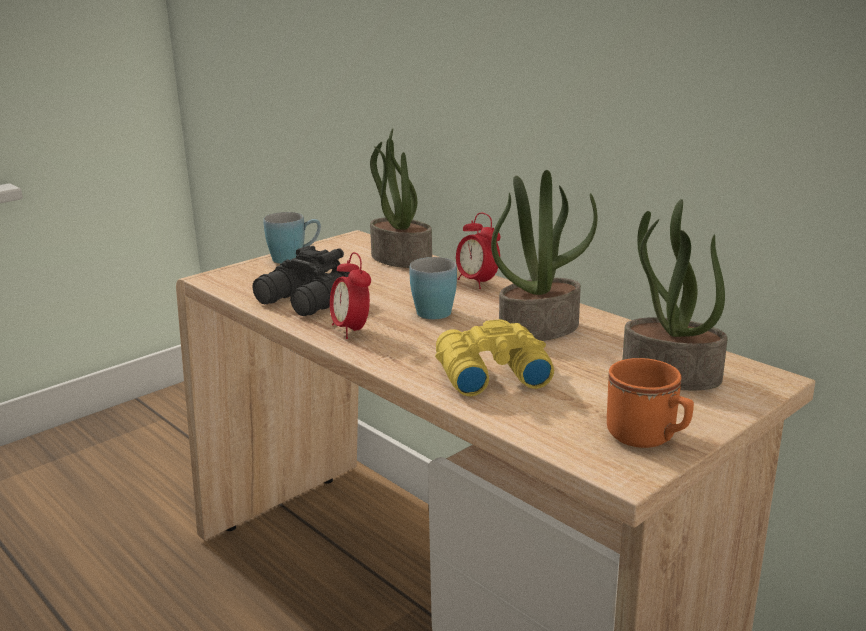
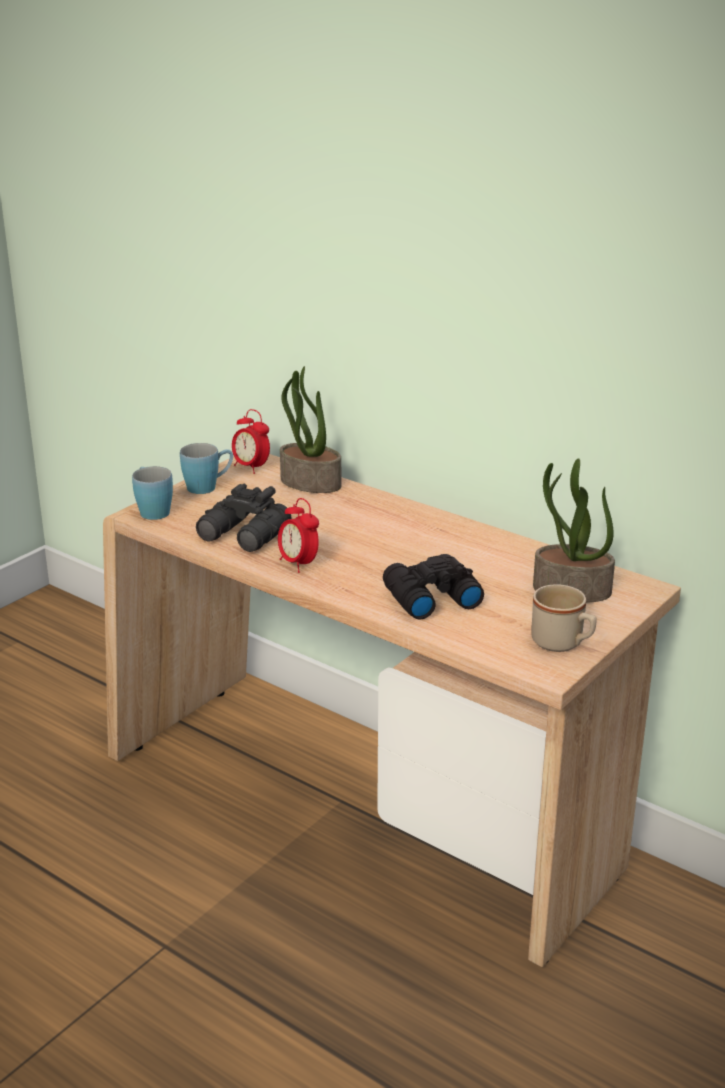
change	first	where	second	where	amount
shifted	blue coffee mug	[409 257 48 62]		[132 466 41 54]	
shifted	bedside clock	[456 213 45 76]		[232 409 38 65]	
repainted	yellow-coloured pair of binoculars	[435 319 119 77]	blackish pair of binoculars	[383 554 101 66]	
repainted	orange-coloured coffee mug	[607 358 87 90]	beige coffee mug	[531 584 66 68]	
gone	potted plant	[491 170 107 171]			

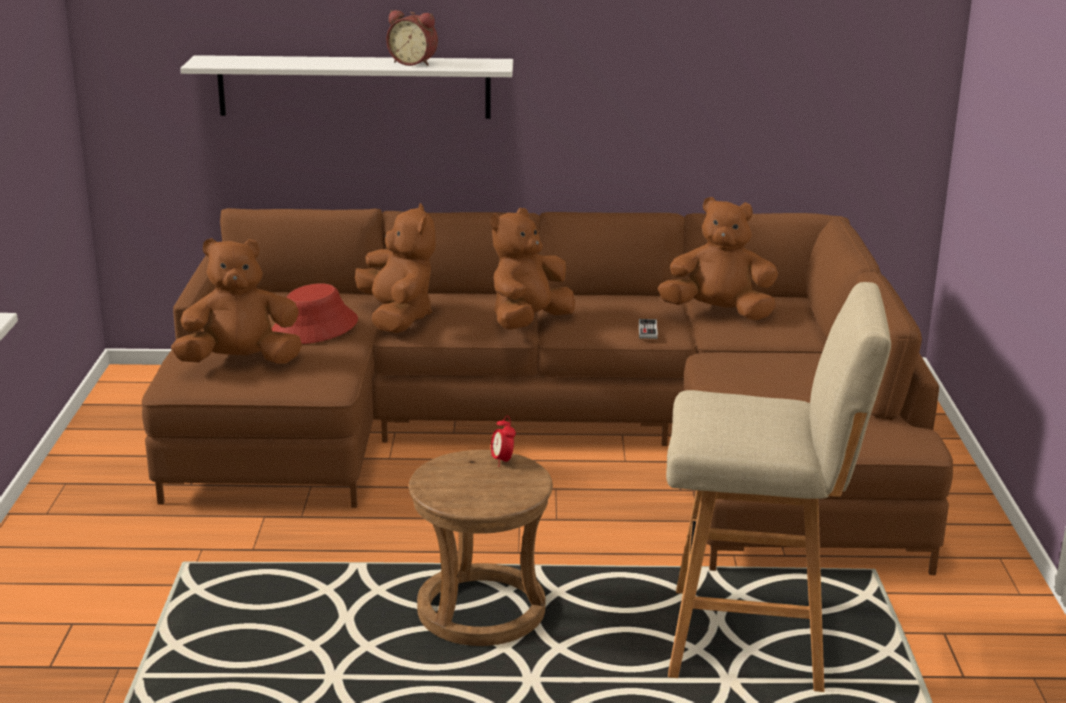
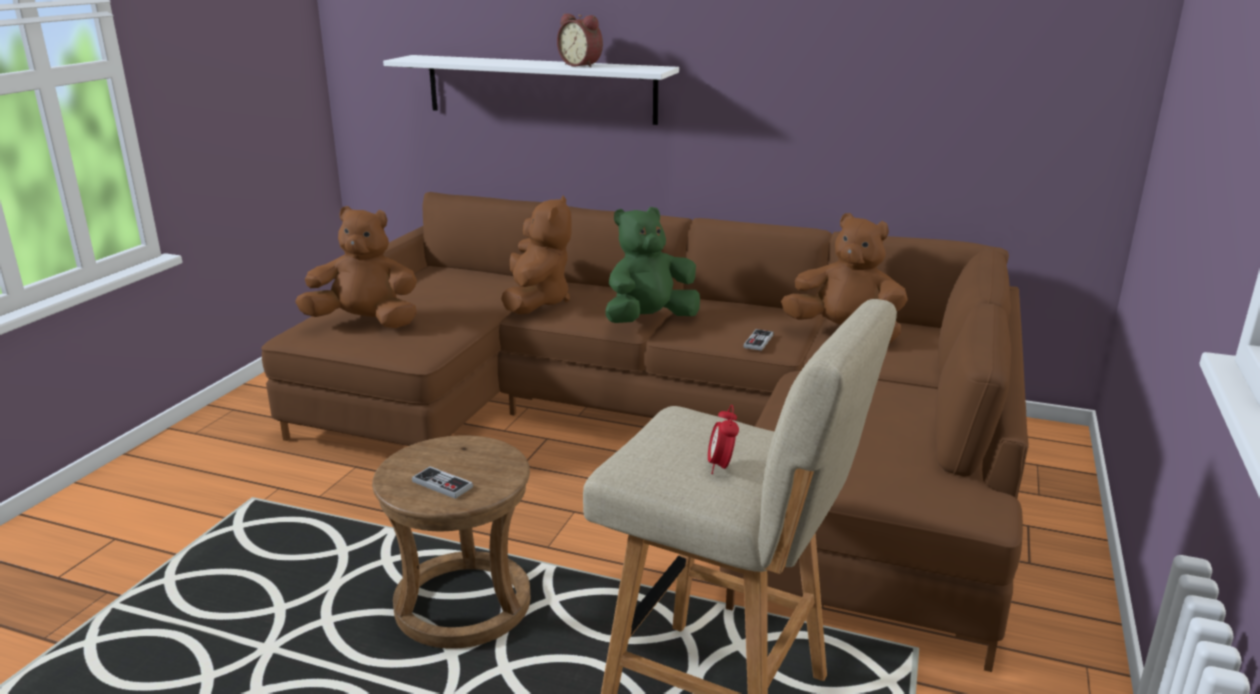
change	first	where	second	where	amount
new			gamepad	[412 466 61 33]	
repainted	brown-coloured plush toy	[490 208 85 122]	green-coloured plush toy	[606 207 94 116]	
shifted	bedside clock	[491 415 25 52]		[708 405 31 69]	
gone	red wearable hat	[272 283 86 61]			

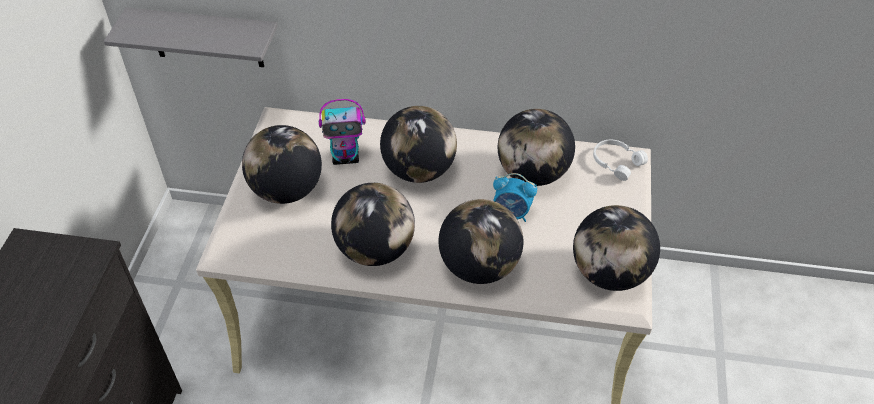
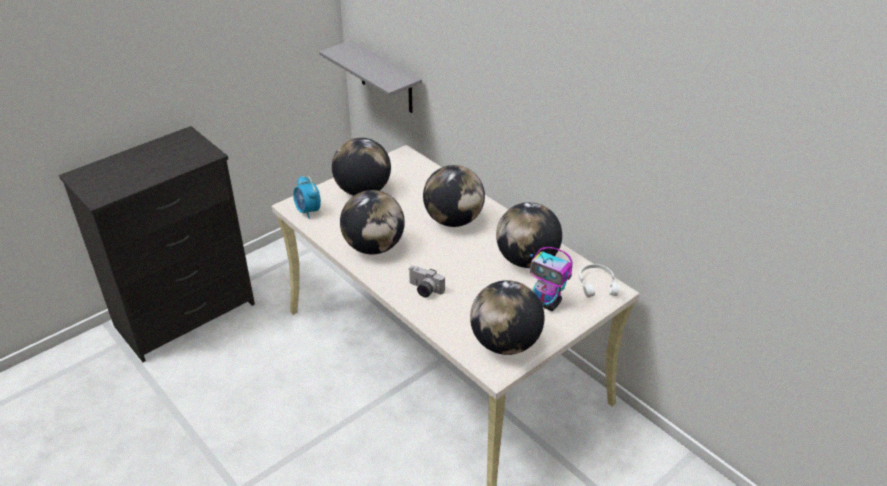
change	first	where	second	where	amount
shifted	bedside clock	[493 173 44 49]		[293 176 28 43]	
swapped	desk globe	[438 199 85 85]	photo camera	[409 266 36 32]	
shifted	robot figure	[319 99 47 66]		[530 247 43 64]	

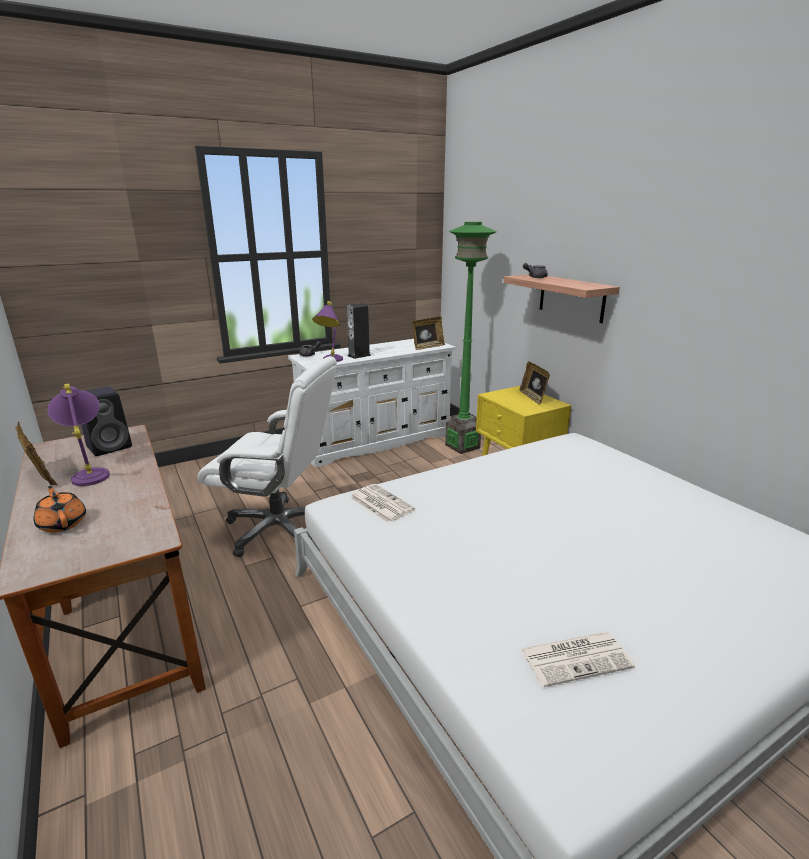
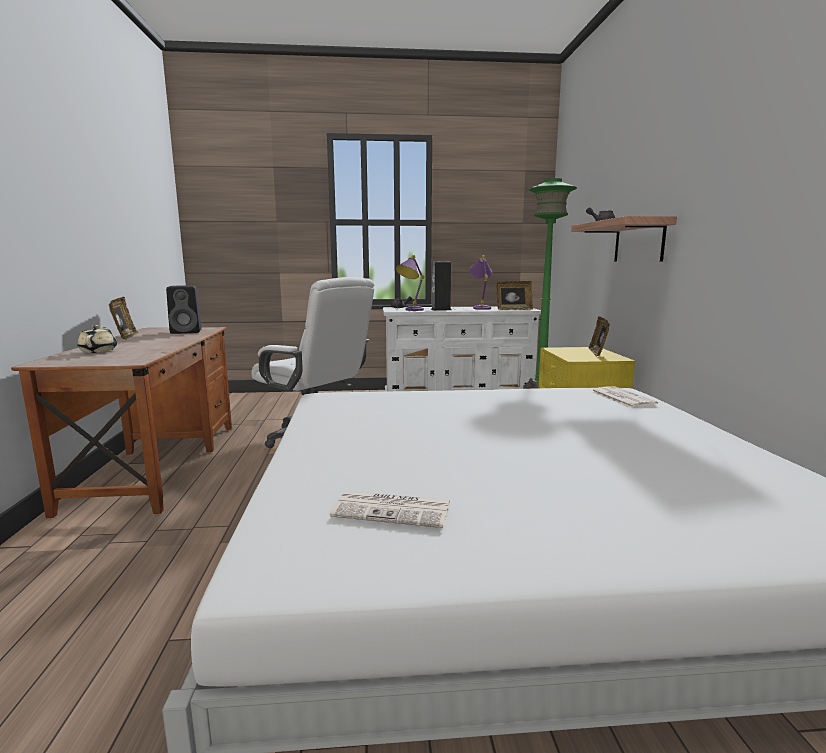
change	first	where	second	where	amount
repainted	orange-coloured pot for tea	[34 486 52 46]	beige pot for tea	[77 325 40 28]	
shifted	purplish tabletop lamp	[47 384 63 102]		[469 255 23 55]	
shifted	daily paper	[350 484 65 39]		[592 386 66 22]	

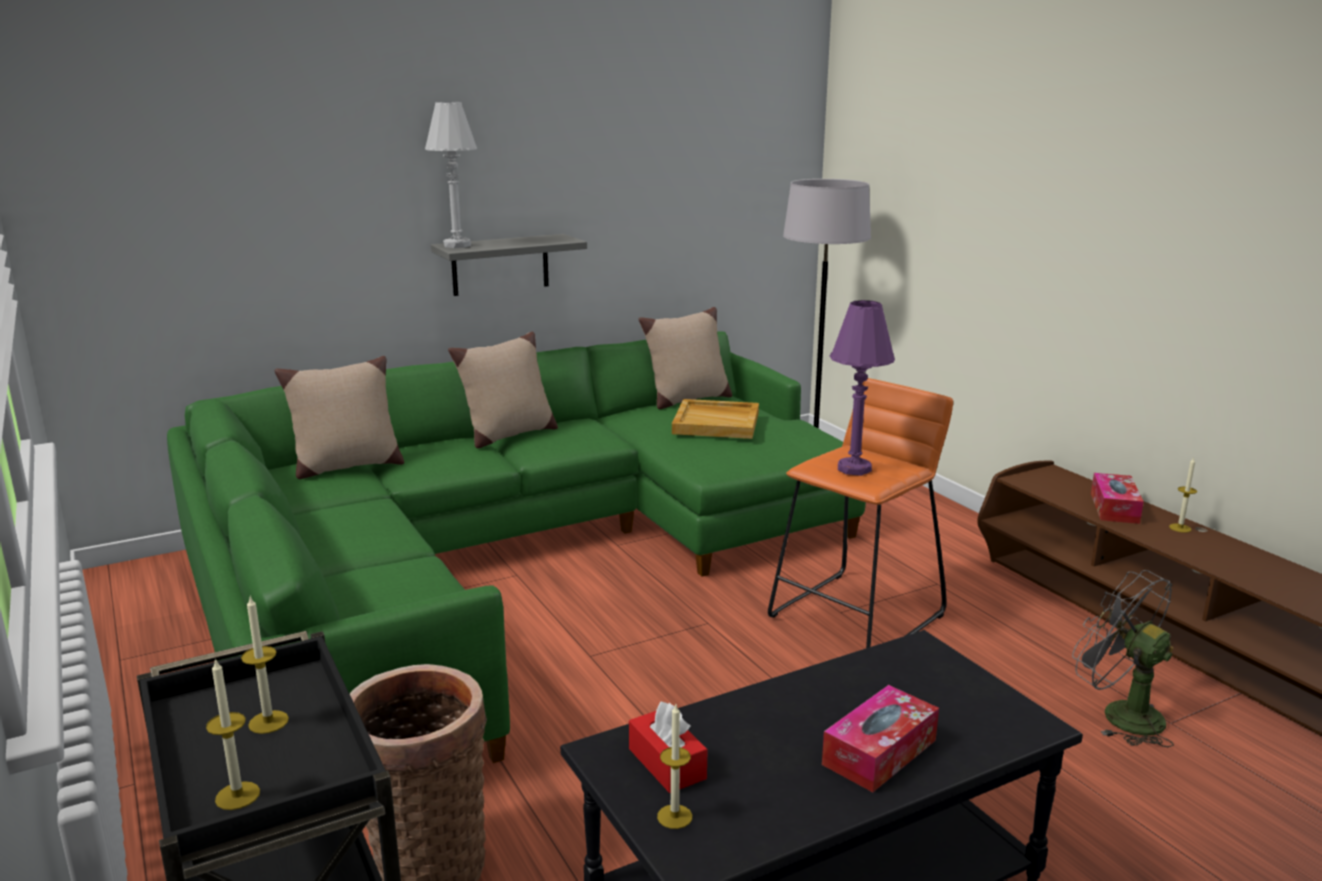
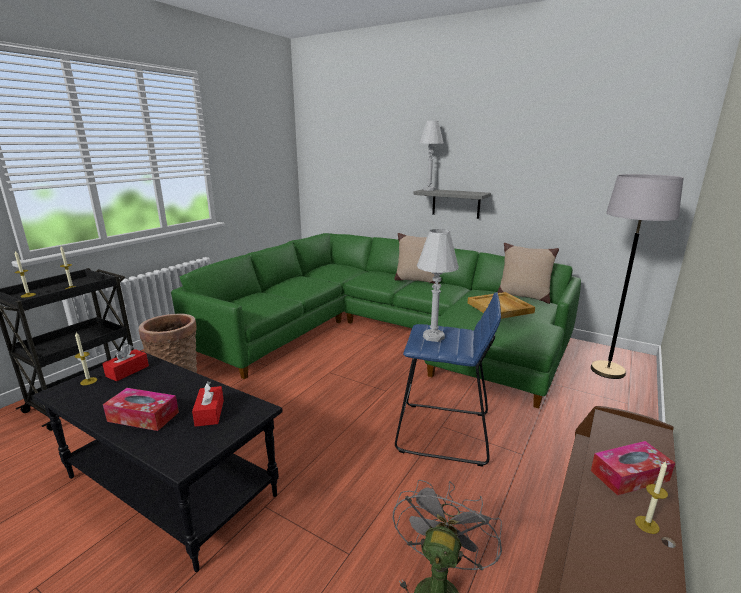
change	first	where	second	where	amount
new			red tissue holder	[192 382 32 45]	
repainted	orange-coloured stool seat	[768 378 185 270]	blue stool seat	[395 292 106 175]	
repainted	purplish tabletop lamp	[830 300 65 176]	whitish tabletop lamp	[417 229 42 113]	
gone	beige pillow	[274 356 130 123]			

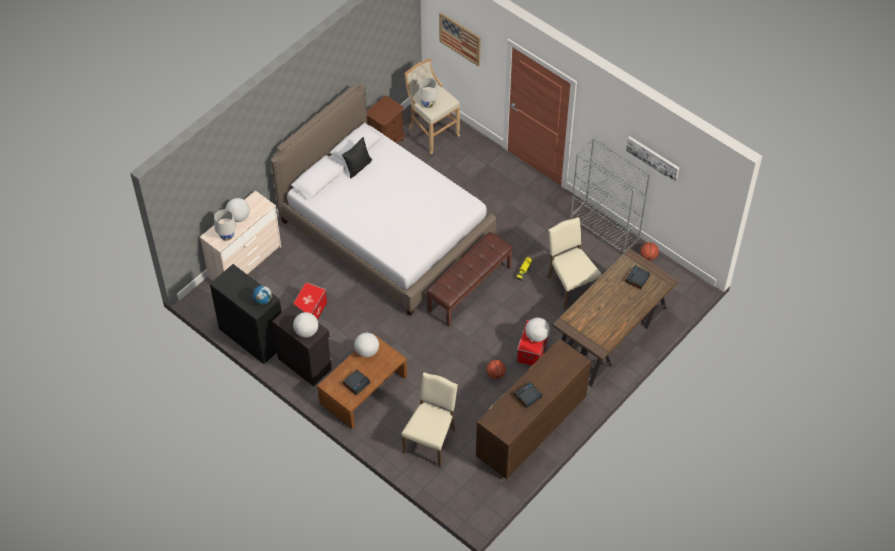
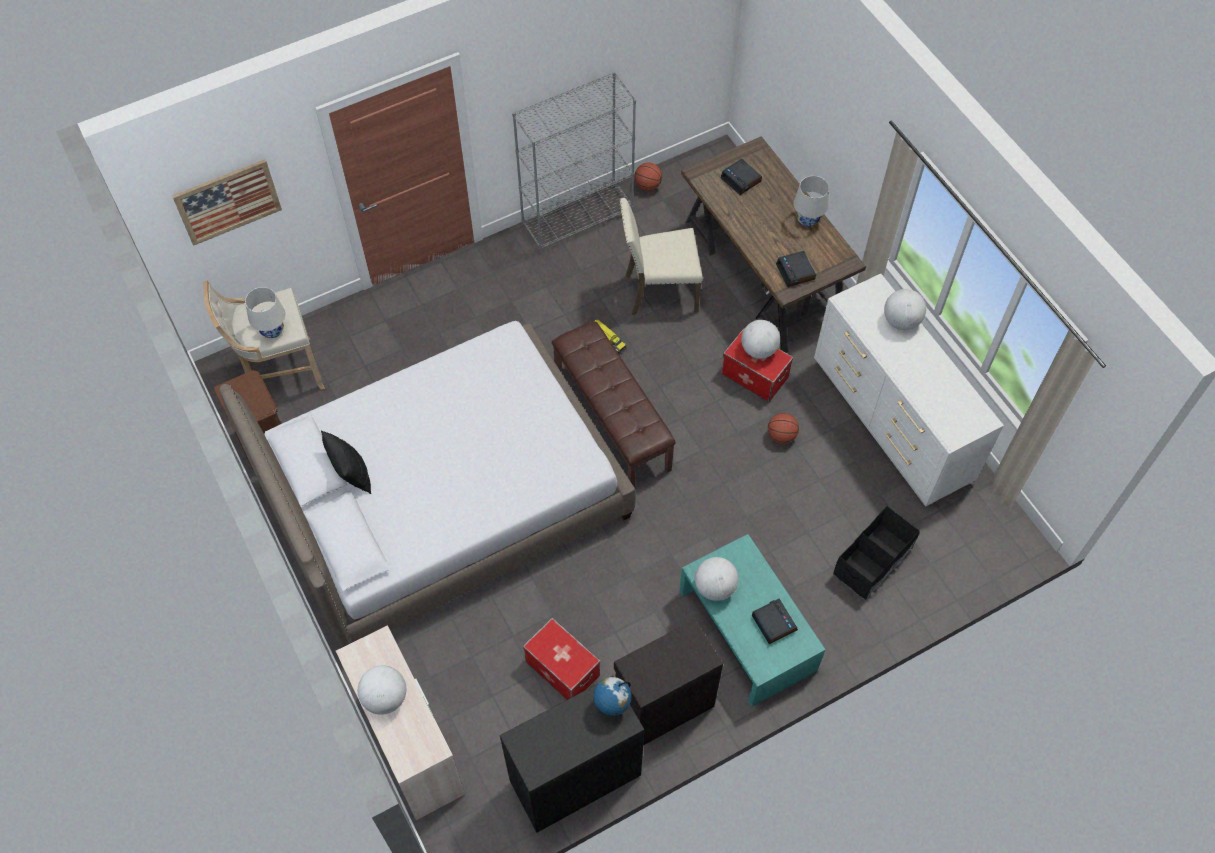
change	first	where	second	where	amount
repainted	brown-coloured lounge table	[317 334 90 95]	turquoise-coloured lounge table	[679 534 146 173]	
shifted	bedside clock	[514 382 28 26]		[776 251 40 36]	
shifted	whitish tabletop lamp	[214 210 22 31]		[793 176 36 51]	
repainted	brown-coloured drawer chest	[476 339 115 140]	whitish drawer chest	[814 274 190 233]	
swapped	beige upright chair	[401 372 57 95]	blackish storage container	[833 506 86 94]	
shifted	desk globe	[293 312 25 25]		[884 289 42 41]	
gone	wall art	[626 136 53 46]			

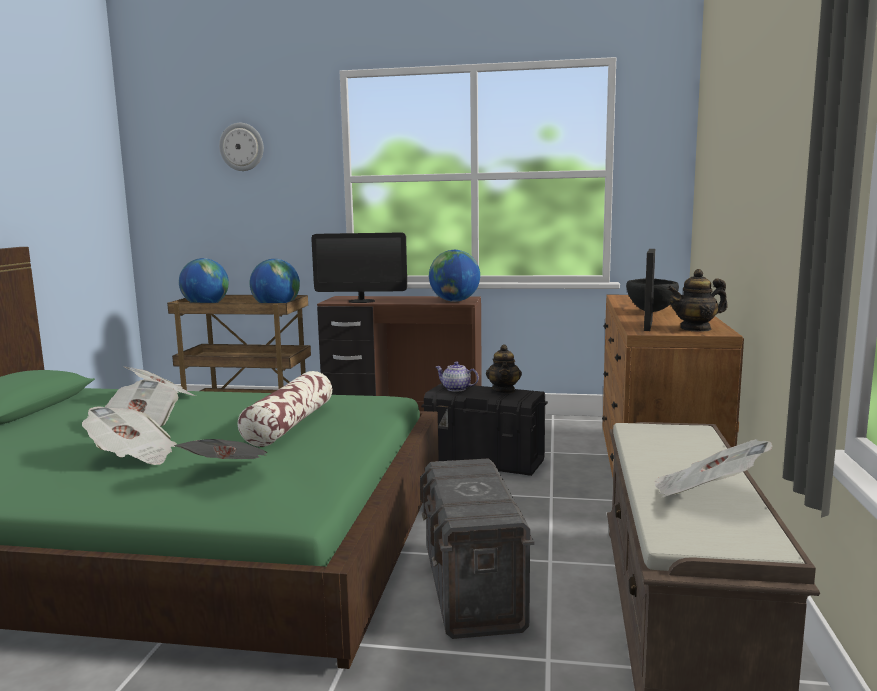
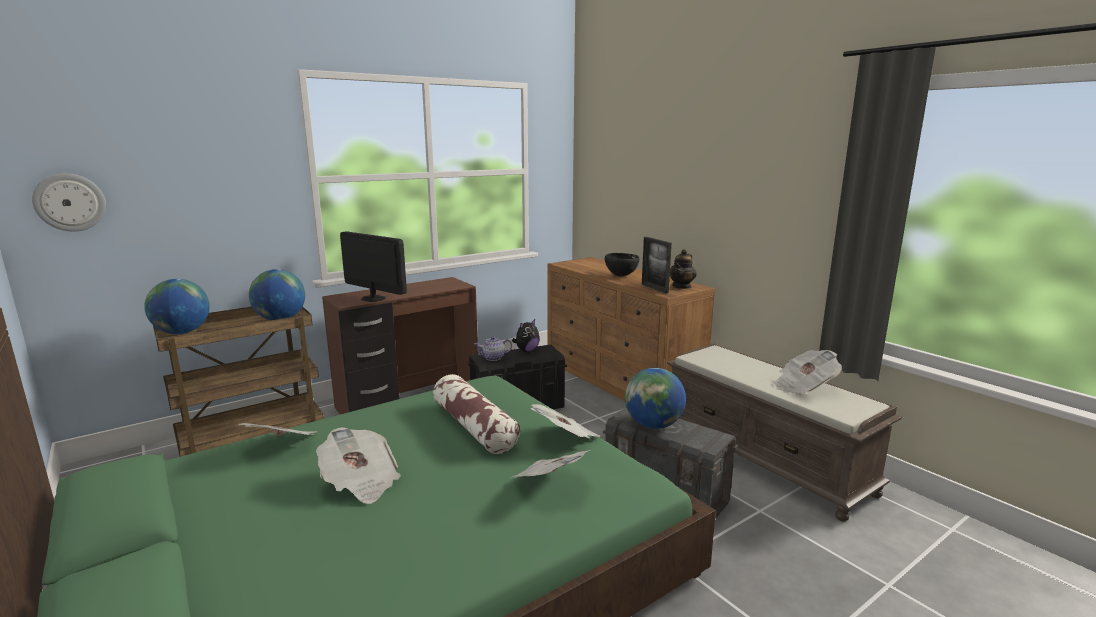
change	first	where	second	where	amount
shifted	hanging clock	[219 123 45 48]		[32 173 74 58]	
rotated	computer display	[311 232 96 71]		[340 231 67 71]	105 degrees counterclockwise
swapped	pot for tea	[486 344 36 50]	plush toy	[512 319 28 33]	
shifted	daily paper	[82 406 95 59]		[530 404 70 34]	
shifted	desk globe	[429 250 51 52]		[625 368 61 61]	

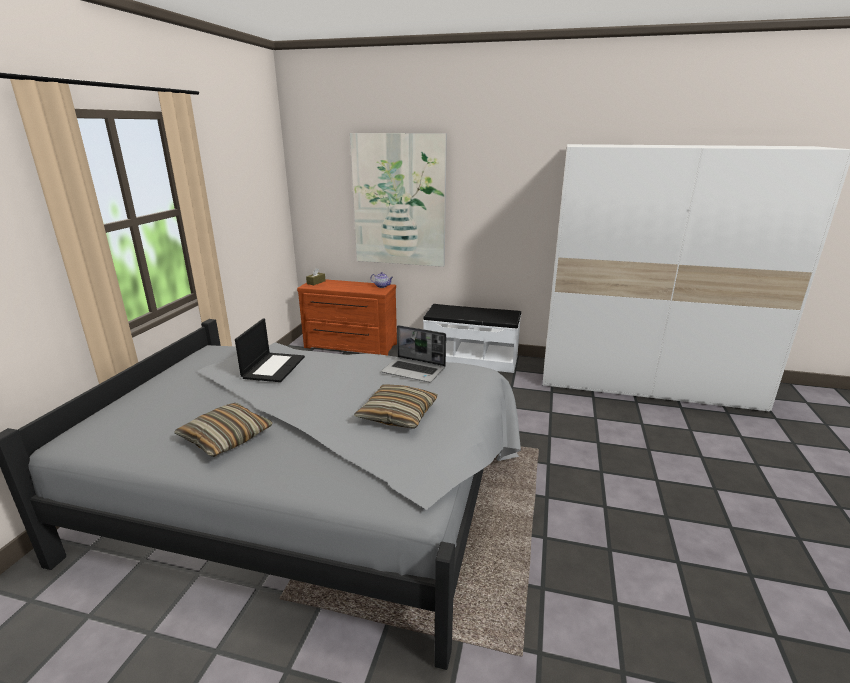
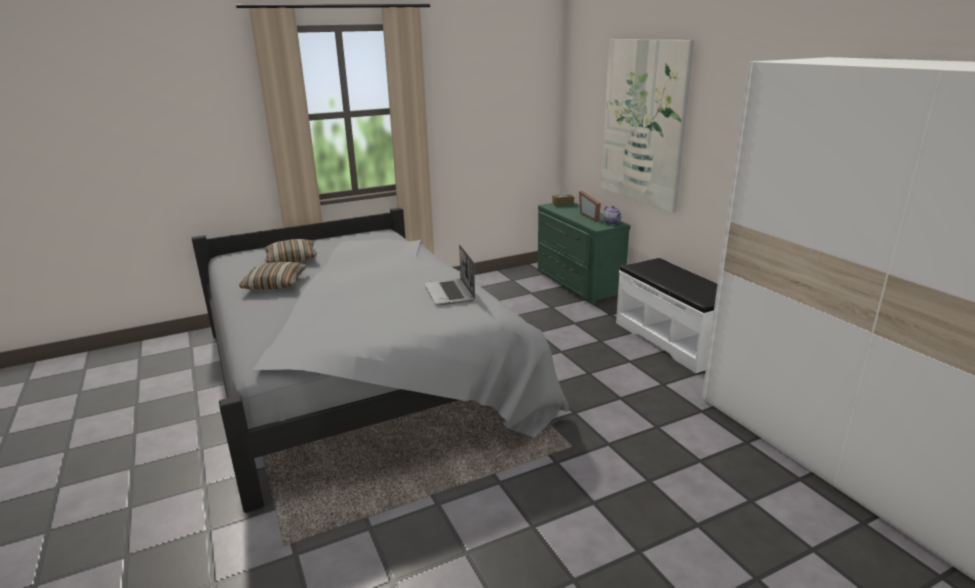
change	first	where	second	where	amount
shifted	pillow	[354 384 84 45]		[264 239 53 24]	
repainted	brown-coloured drawer chest	[297 279 100 76]	green-coloured drawer chest	[538 202 92 102]	
new			picture frame	[579 191 22 31]	
gone	portable computer	[235 318 70 64]			

